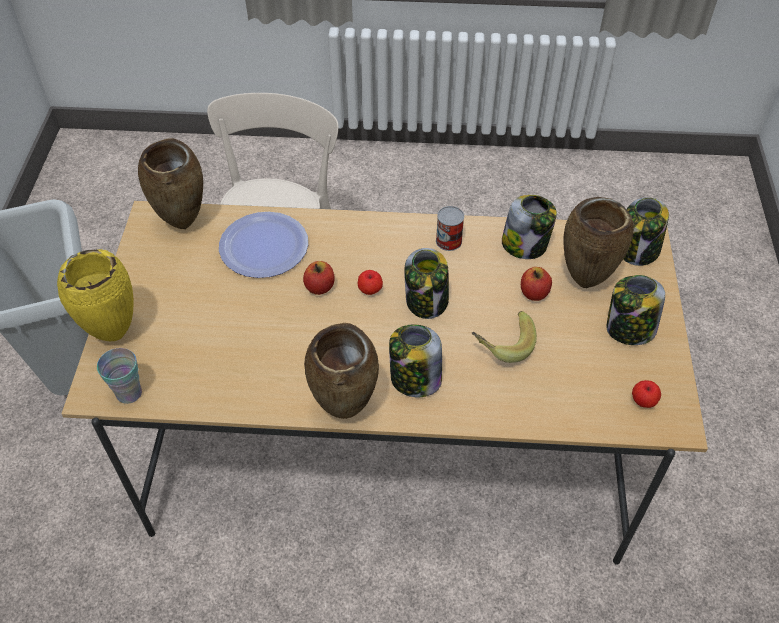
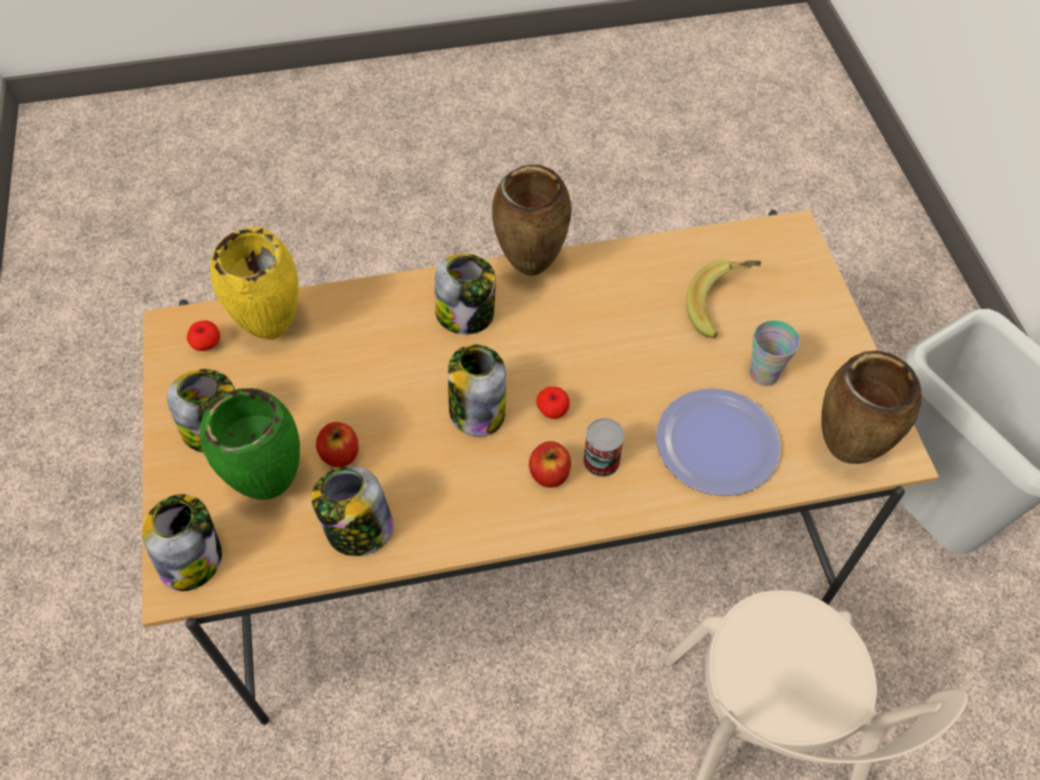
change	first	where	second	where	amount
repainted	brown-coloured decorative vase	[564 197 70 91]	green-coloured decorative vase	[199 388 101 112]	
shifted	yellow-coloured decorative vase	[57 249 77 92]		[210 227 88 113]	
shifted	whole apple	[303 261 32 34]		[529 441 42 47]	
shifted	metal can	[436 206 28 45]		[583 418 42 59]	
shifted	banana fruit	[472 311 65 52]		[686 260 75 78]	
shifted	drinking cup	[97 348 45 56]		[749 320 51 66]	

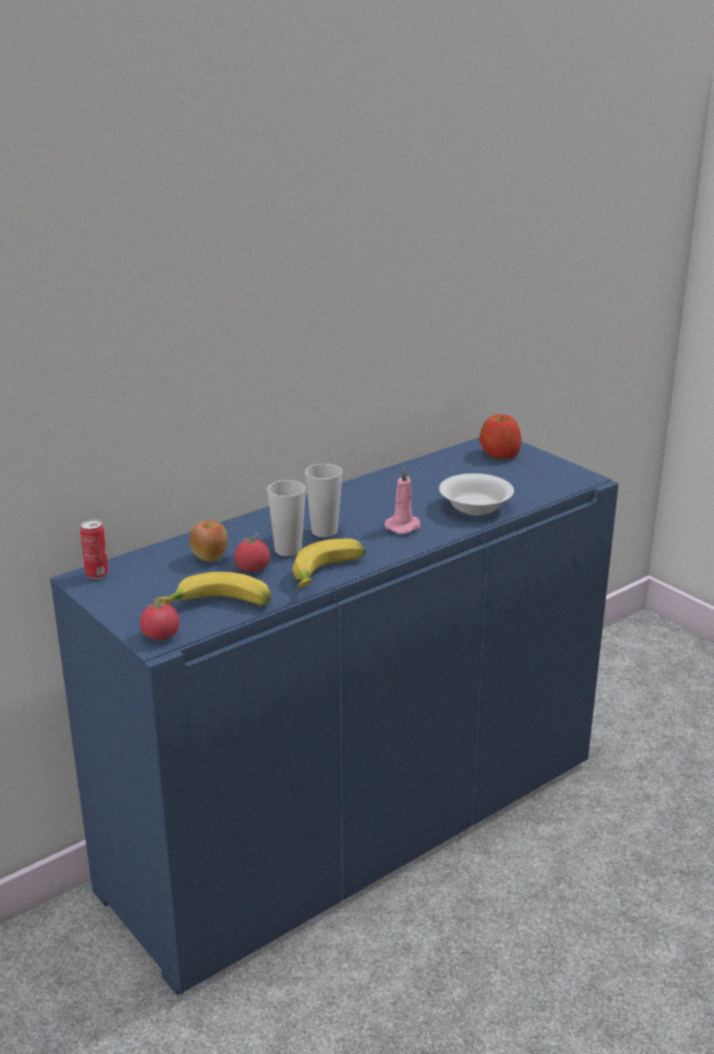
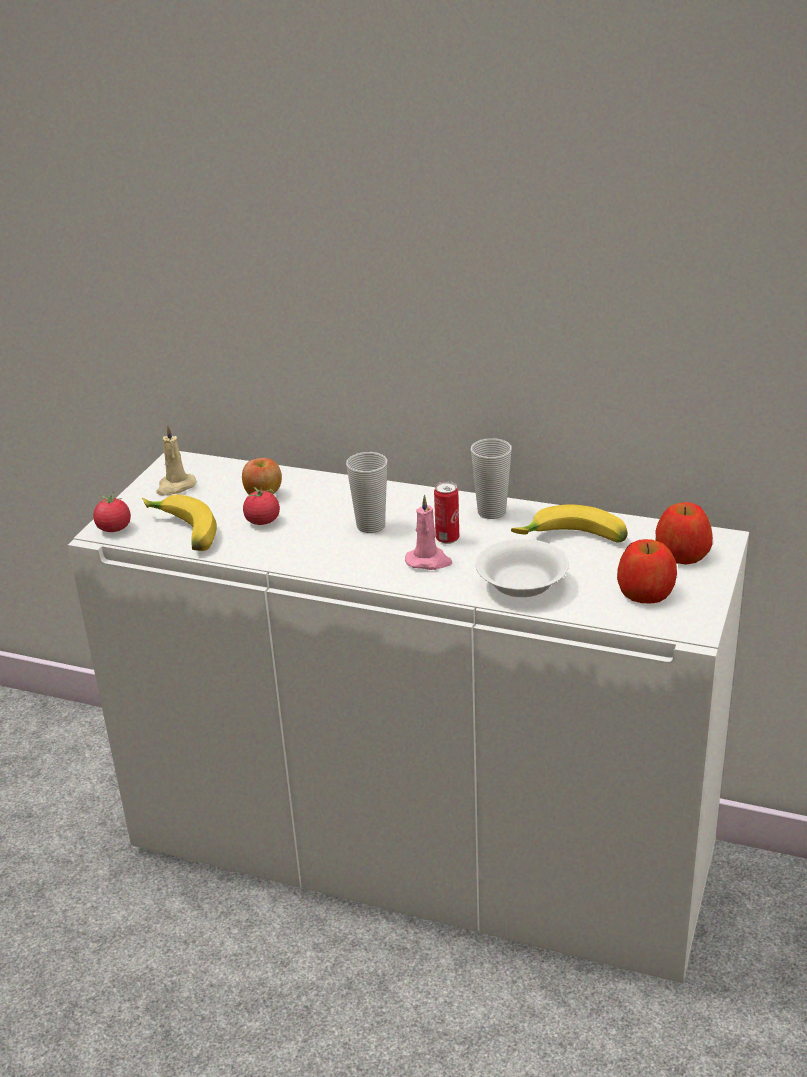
change	first	where	second	where	amount
repainted	blue cabinet	[50 438 569 557]	whitish cabinet	[68 451 681 532]	
new			beige wax candle	[156 425 40 70]	
shifted	metal can	[80 519 28 60]		[434 481 25 63]	
shifted	drinking cup	[267 480 39 76]		[471 438 41 81]	
shifted	banana fruit	[292 539 74 49]		[511 504 117 39]	
new			whole apple	[617 539 60 65]	

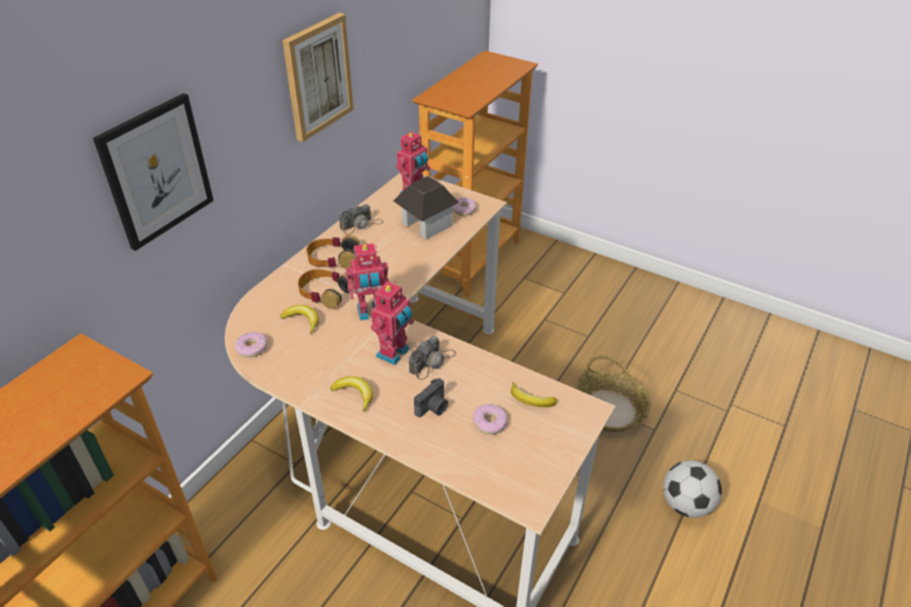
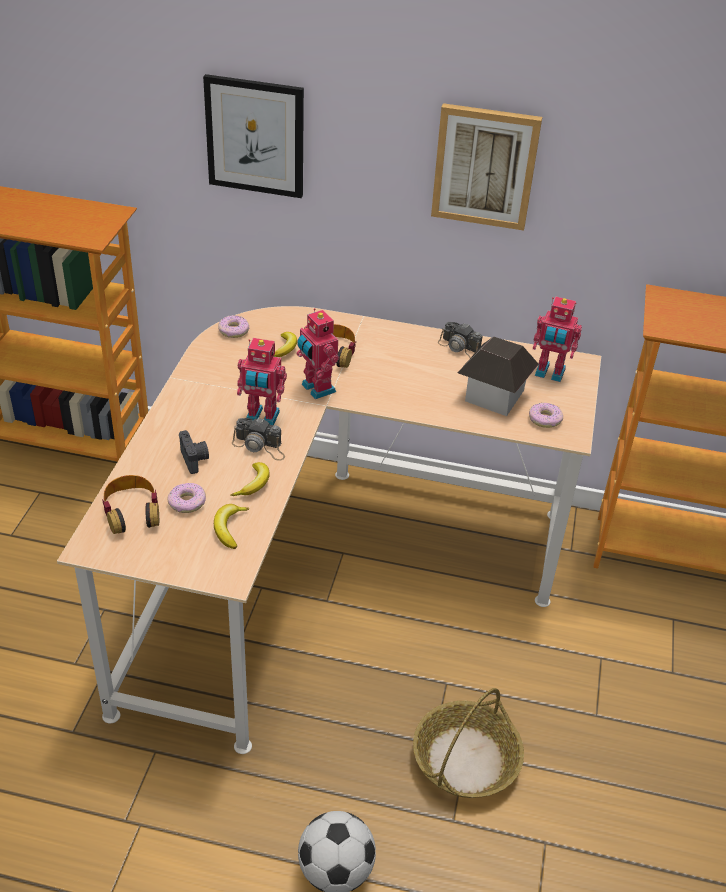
change	first	where	second	where	amount
shifted	headset	[306 235 53 34]		[102 475 57 59]	
rotated	photo camera	[414 378 34 39]		[179 430 30 44]	135 degrees counterclockwise
shifted	banana fruit	[330 376 43 36]		[230 462 40 34]	

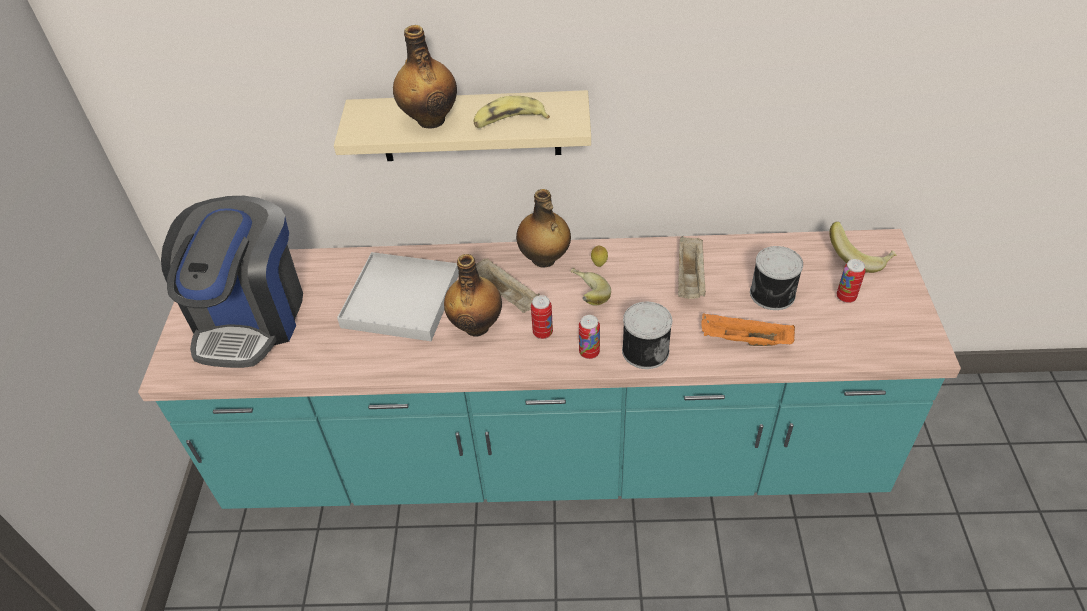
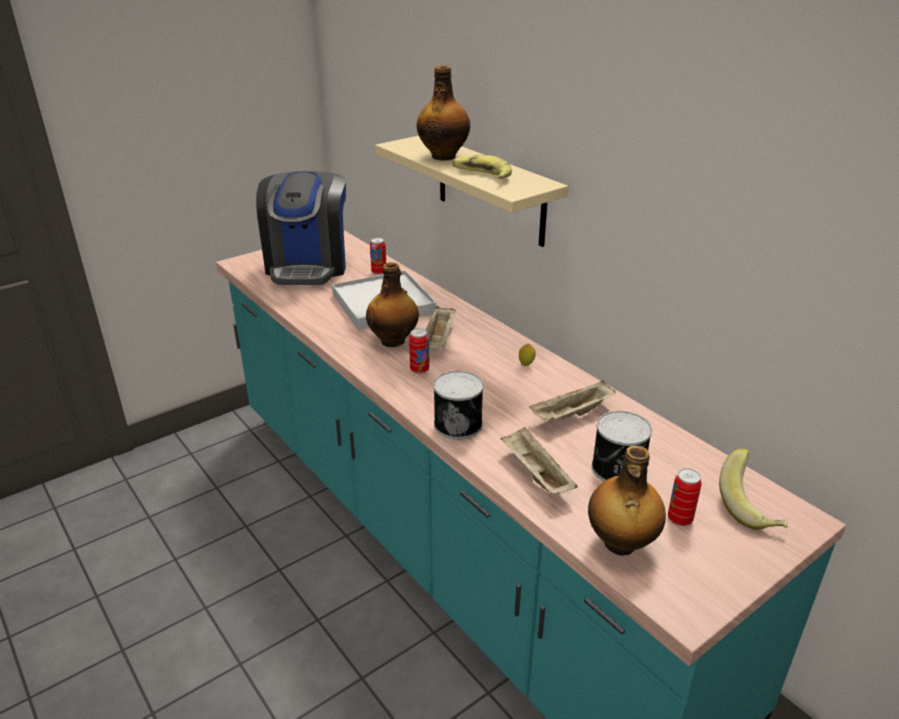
change	first	where	second	where	amount
rotated	coffee maker	[161 196 142 172]		[256 171 90 114]	60 degrees counterclockwise
shifted	metal can	[579 315 21 44]		[370 237 16 38]	
repainted	orange-coloured carrying tray	[702 313 93 33]	beige carrying tray	[501 427 77 67]	
shifted	bottle	[516 189 55 79]		[588 446 78 110]	
gone	banana fruit	[571 268 40 37]			

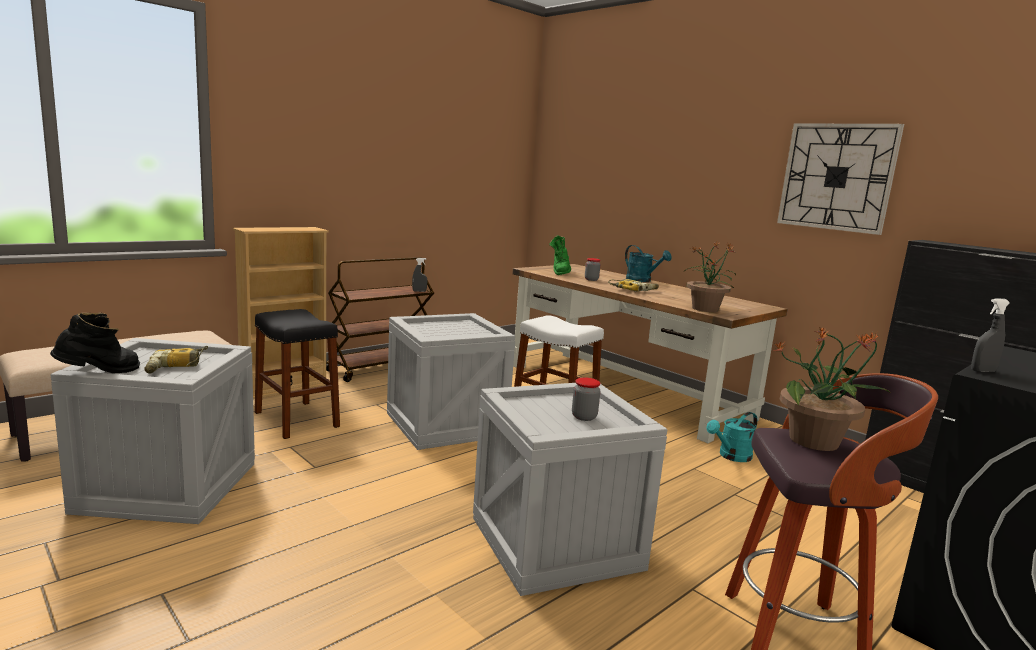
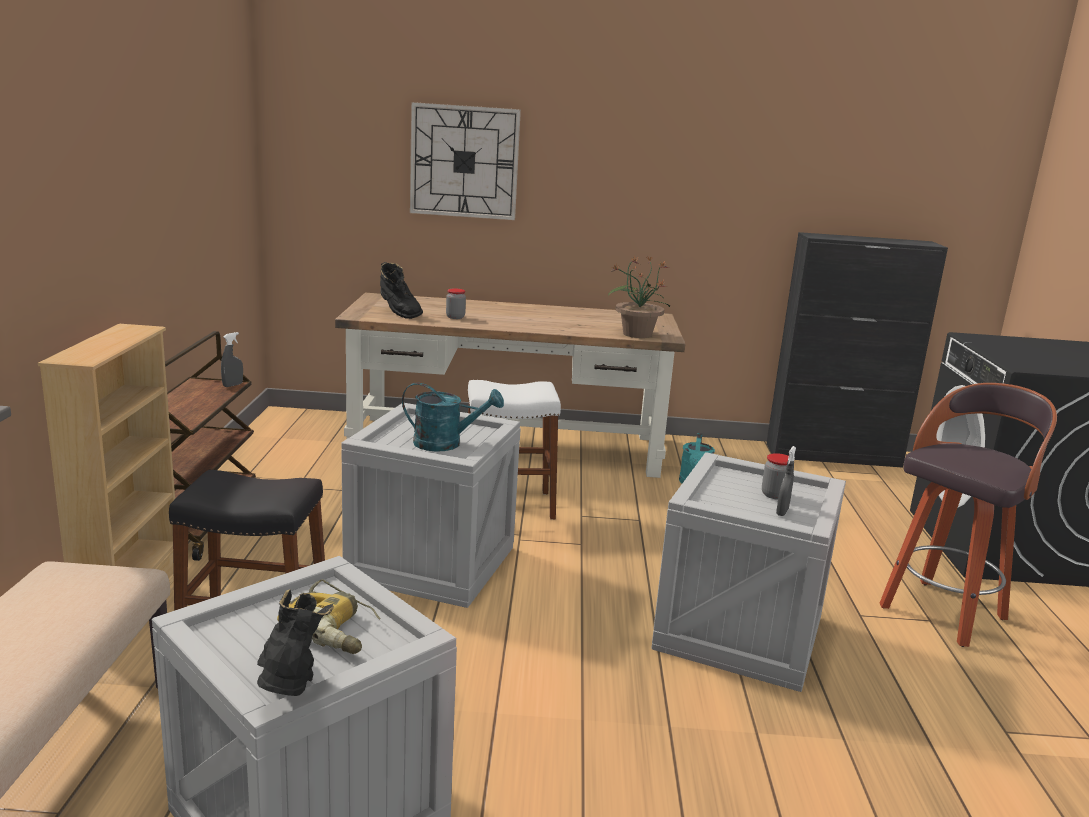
change	first	where	second	where	amount
repainted	green-coloured tall boot	[549 235 22 40]	blackish tall boot	[380 262 43 57]	
shifted	turquoise-coloured sprinkling can	[625 245 47 37]		[402 382 102 70]	
shifted	hanging clock	[777 123 127 112]		[410 102 111 118]	
shifted	greyish spray bottle	[971 298 39 74]		[776 446 20 70]	
gone	electric drill	[608 279 51 13]			
gone	potted plant	[773 327 116 124]			

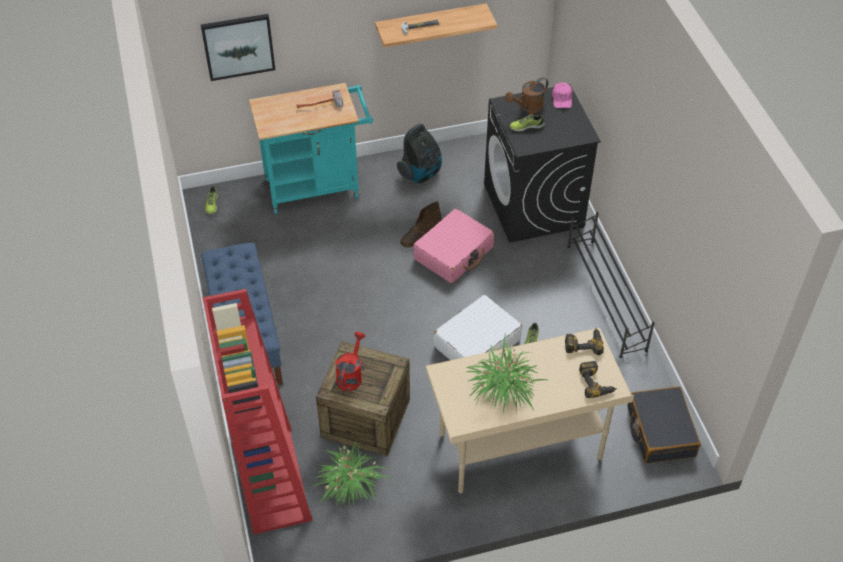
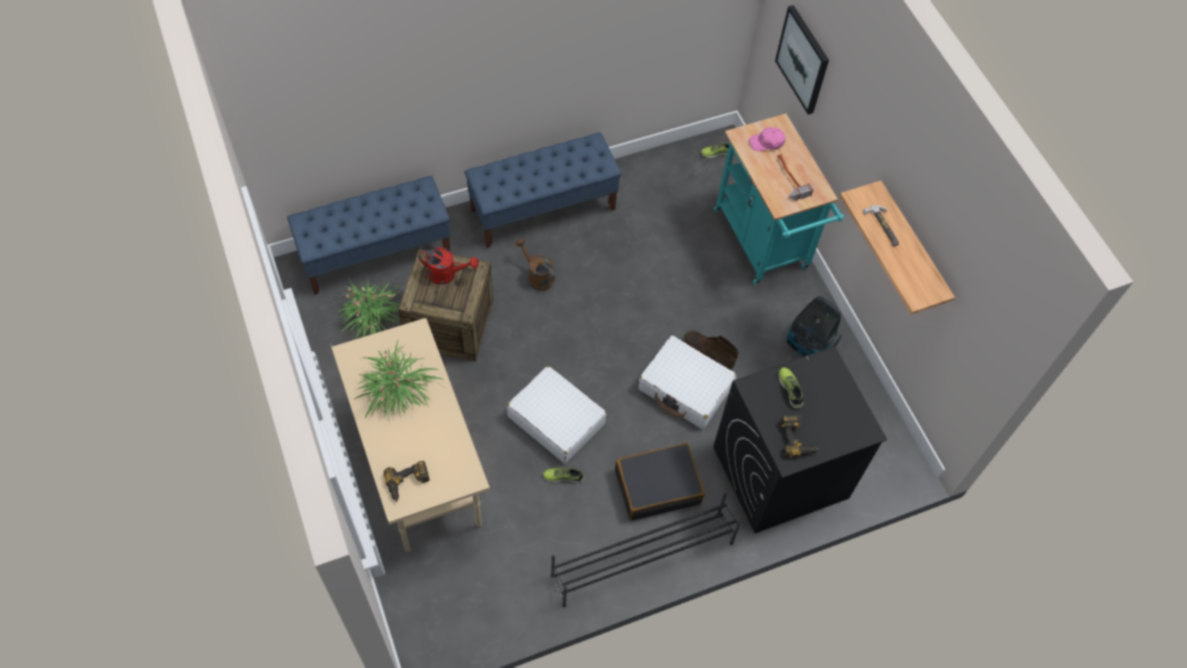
change	first	where	second	where	amount
swapped	red bookcase	[203 289 110 246]	blue bench	[287 176 164 119]	
shifted	brown-coloured sprinkling can	[505 77 43 38]		[515 238 40 53]	
shifted	blackish suitcase	[628 386 73 77]		[615 443 90 78]	
repainted	pink suitcase	[413 209 81 74]	whitish suitcase	[639 335 98 94]	
shifted	pink peaked cap	[552 82 20 26]		[749 127 36 24]	
shifted	electric drill	[565 328 39 27]		[780 414 39 43]	

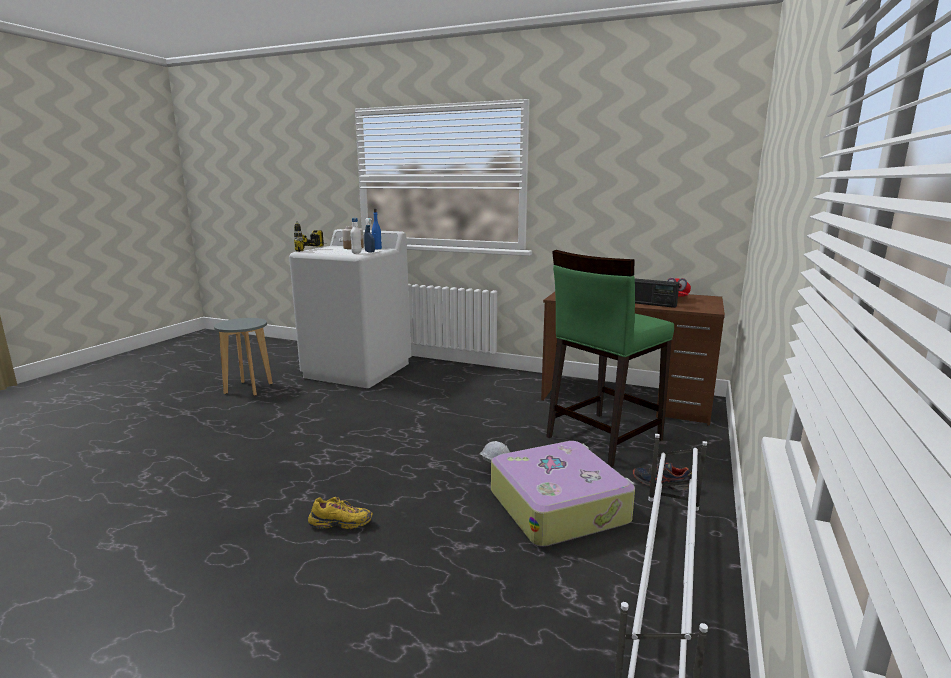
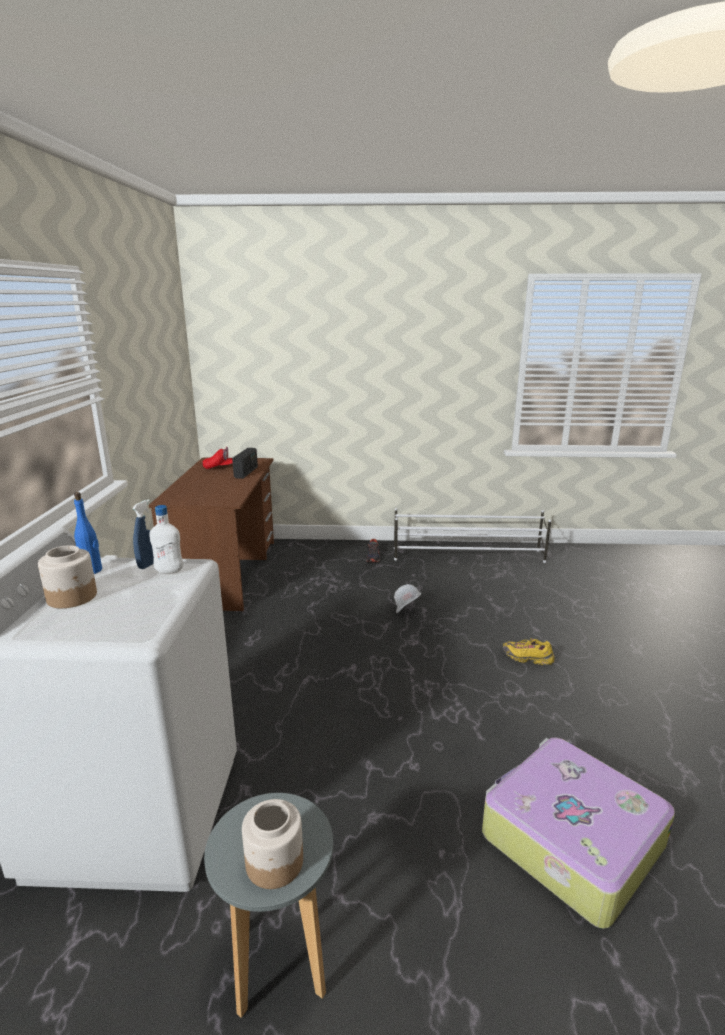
change	first	where	second	where	amount
new			storage jar	[242 799 61 90]	
shifted	suitcase	[491 441 144 106]		[482 737 193 192]	
rotated	yellow-coloured low shoe	[308 497 65 32]		[503 638 52 27]	45 degrees counterclockwise
gone	electric drill	[294 221 30 31]			
gone	green-coloured stool seat	[546 250 128 217]			

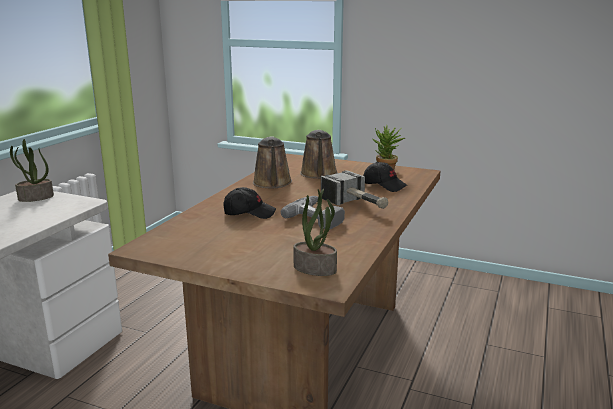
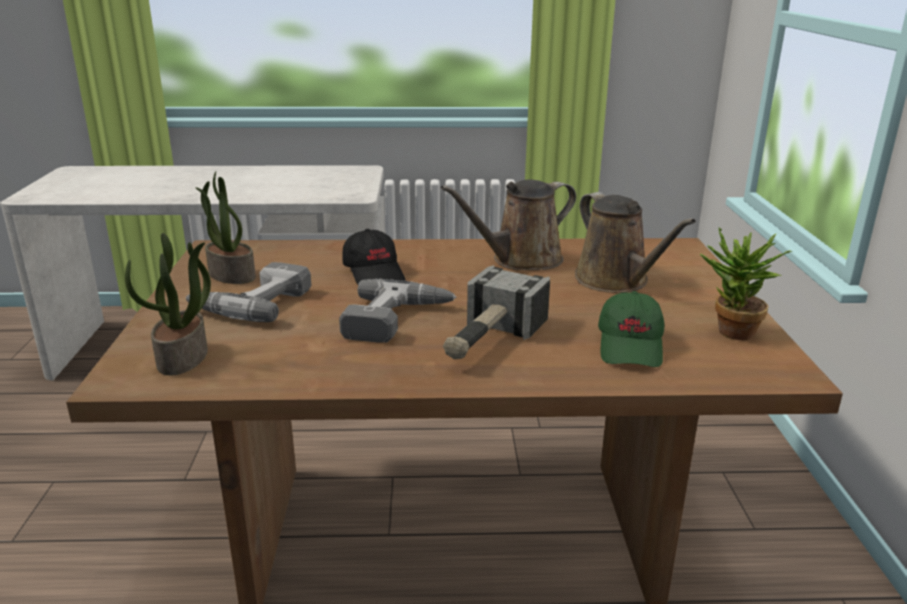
change	first	where	second	where	amount
new			electric drill	[186 262 125 60]	
shifted	potted plant	[10 139 44 63]		[195 171 61 113]	
rotated	brown-coloured sprinkling can	[300 130 38 49]		[575 192 121 101]	90 degrees counterclockwise
repainted	blackish peaked cap	[363 162 44 30]	green-coloured peaked cap	[598 291 66 76]	

